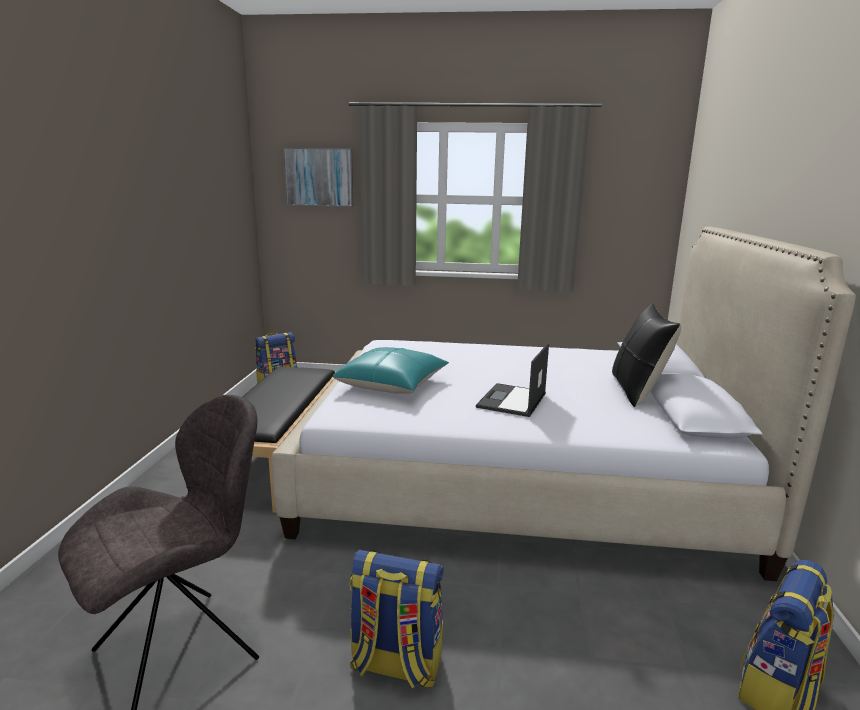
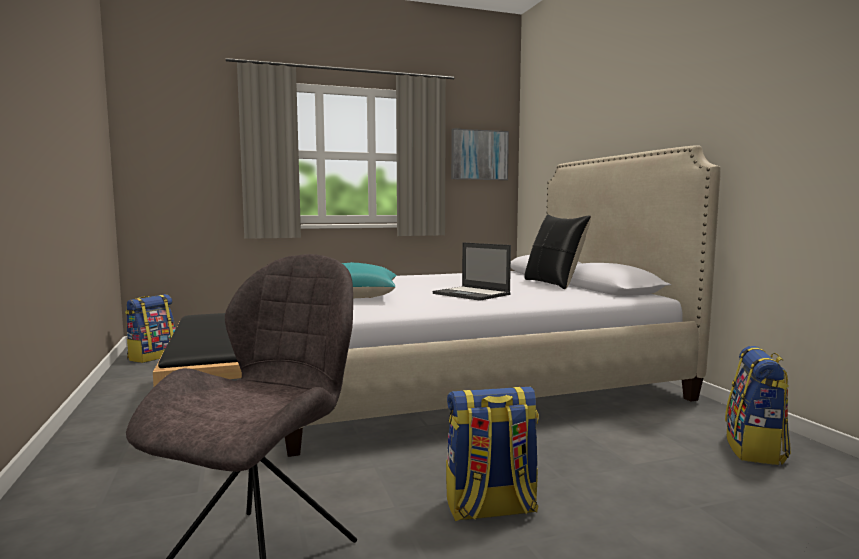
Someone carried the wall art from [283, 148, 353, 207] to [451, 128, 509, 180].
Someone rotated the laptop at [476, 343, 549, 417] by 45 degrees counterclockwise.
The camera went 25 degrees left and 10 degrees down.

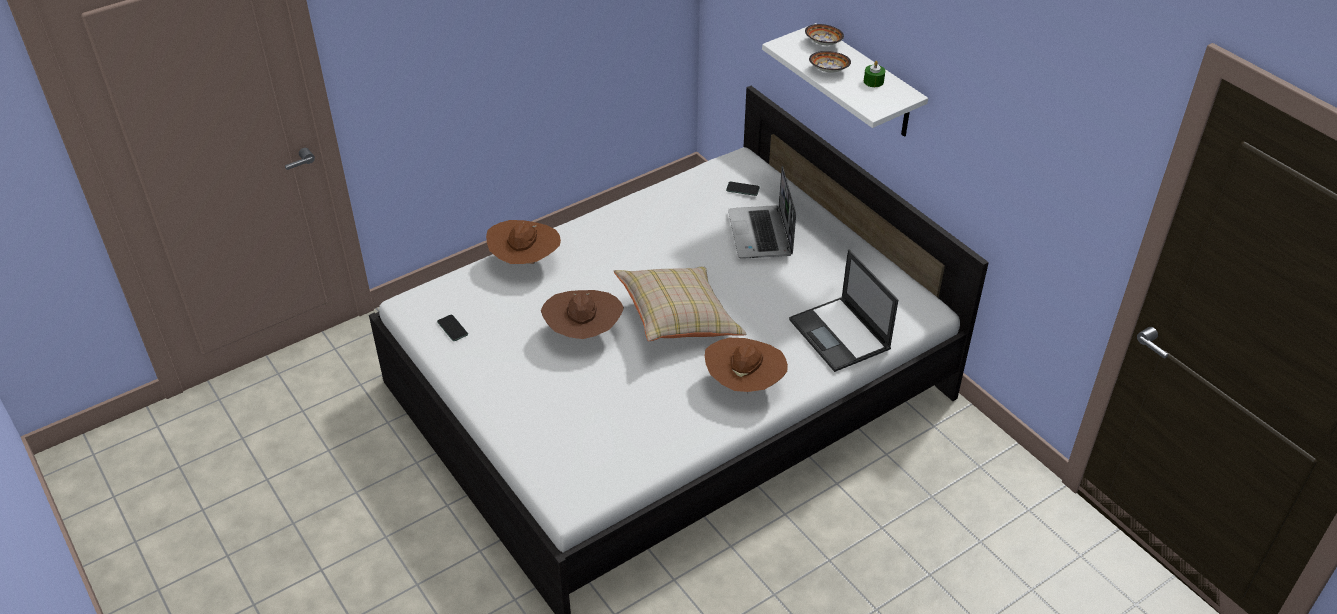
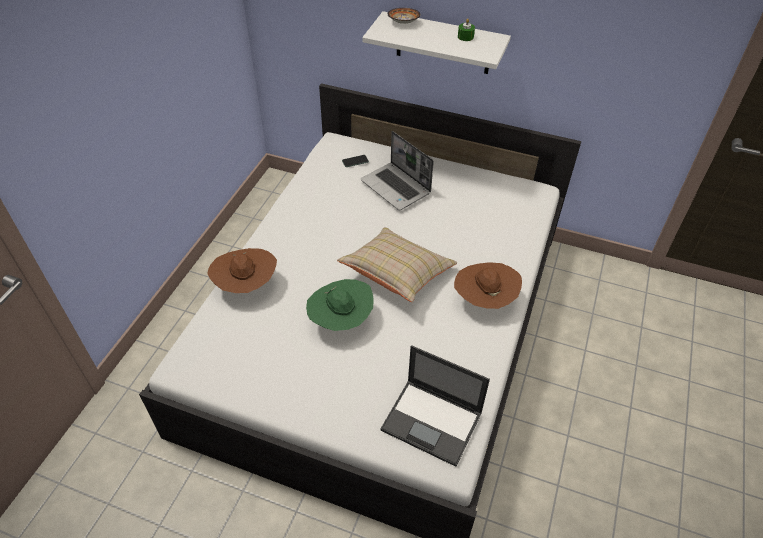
Someone took away the handset at [437, 315, 468, 341].
Someone repainted the brown clothing hat at [541, 290, 624, 339], which became the green-coloured clothing hat at [306, 279, 374, 331].
Someone carried the laptop from [789, 249, 898, 372] to [380, 345, 490, 467].
Someone took away the serving bowl at [809, 51, 851, 73].
The camera went 35 degrees left and 5 degrees up.

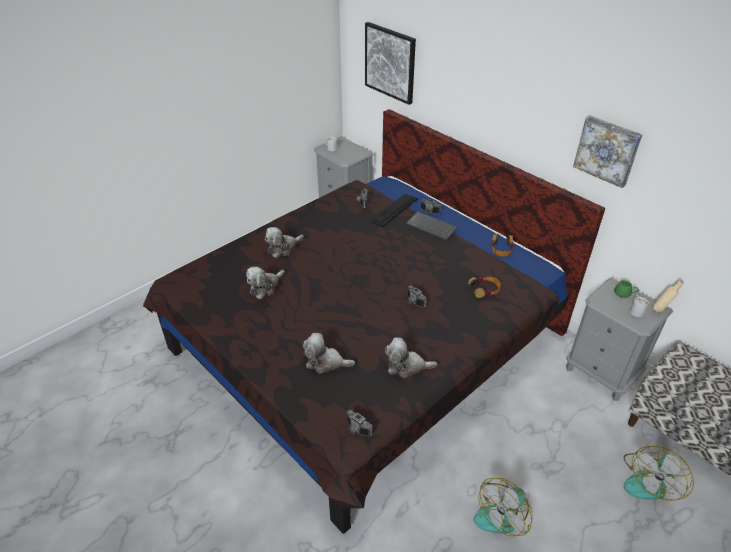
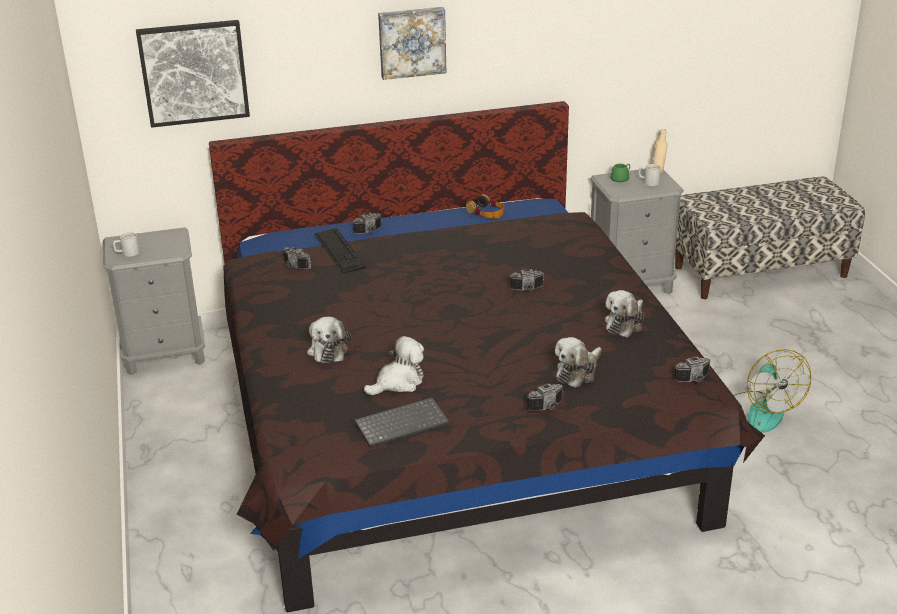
Someone rotated the soft toy at [246, 267, 285, 299] by 105 degrees counterclockwise.
Someone carried the PC keyboard from [406, 211, 458, 241] to [355, 398, 449, 447].
Someone took away the pair of headphones at [468, 277, 501, 298].
Someone carried the wall art from [573, 115, 642, 188] to [378, 7, 446, 80].
Someone took away the electric fan at [624, 446, 694, 501].
Someone put down the photo camera at [527, 383, 563, 411].
The camera went 60 degrees left and 10 degrees down.

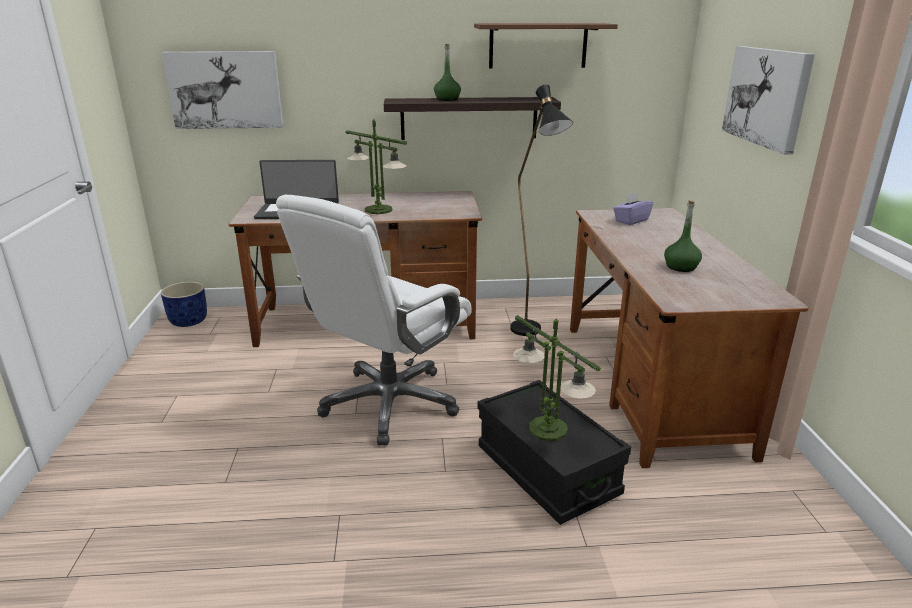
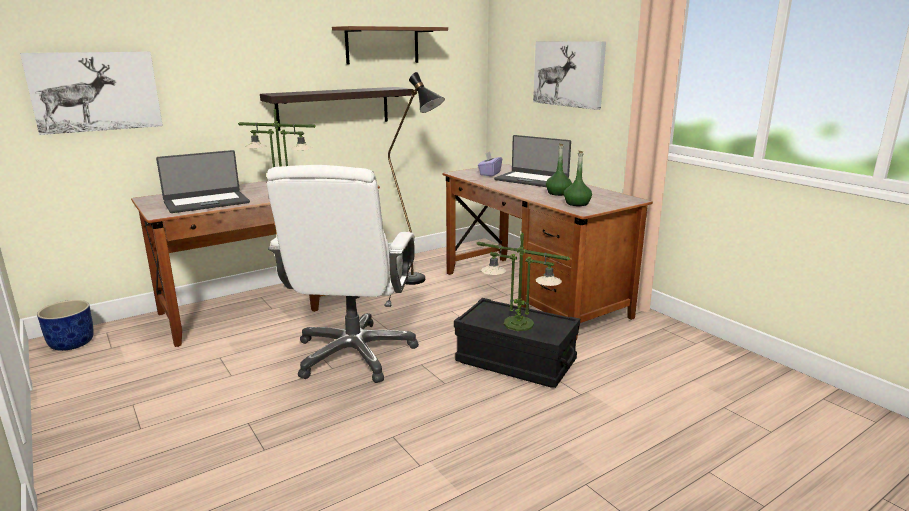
Someone carried the green-coloured bottle from [434, 44, 461, 101] to [564, 151, 592, 206].
Someone put down the laptop at [494, 135, 571, 187].
The camera went 30 degrees left and 5 degrees down.

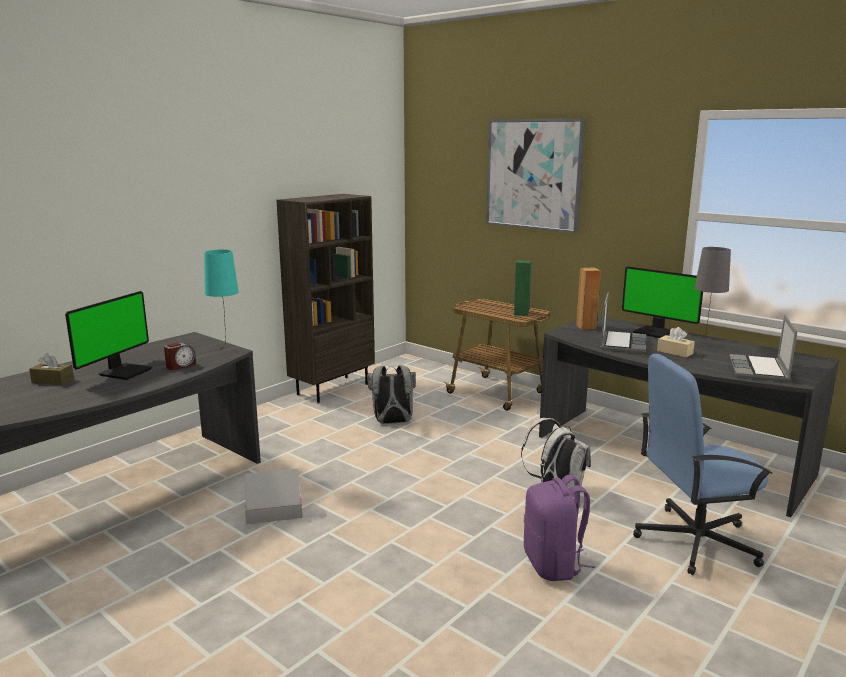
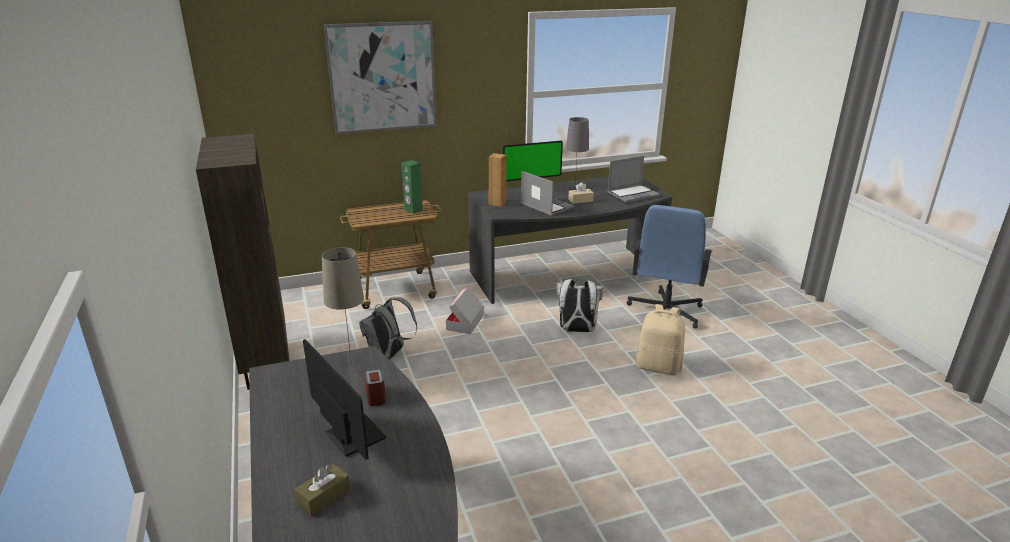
Someone repainted the turquoise tabletop lamp at [204, 250, 239, 351], which became the beige-coloured tabletop lamp at [322, 247, 364, 358].
Someone carried the packing box from [245, 469, 302, 524] to [446, 287, 484, 334].
Someone repainted the purplish rucksack at [524, 475, 595, 581], which became the beige-coloured rucksack at [636, 304, 685, 376].
Someone rotated the laptop at [730, 315, 797, 382] by 75 degrees counterclockwise.
The camera went 60 degrees left and 10 degrees up.

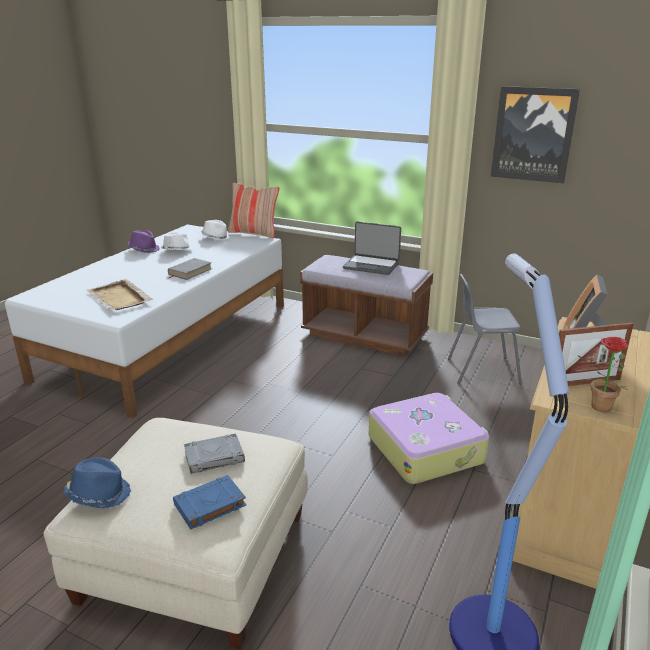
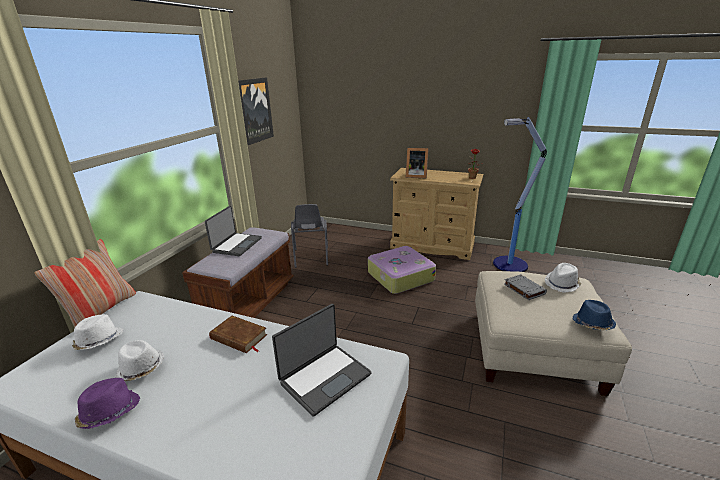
Someone swapped the beige-coloured carrying tray at [86, 279, 153, 311] for the laptop at [272, 304, 372, 417].
Someone repainted the gray bound book at [168, 258, 212, 280], which became the brown bound book at [209, 316, 268, 353].
Someone swapped the blue-coloured bound book at [173, 475, 246, 530] for the white-coloured clothing hat at [544, 263, 581, 293].
Someone took away the picture frame at [559, 322, 634, 386].
The camera went 95 degrees left and 0 degrees up.

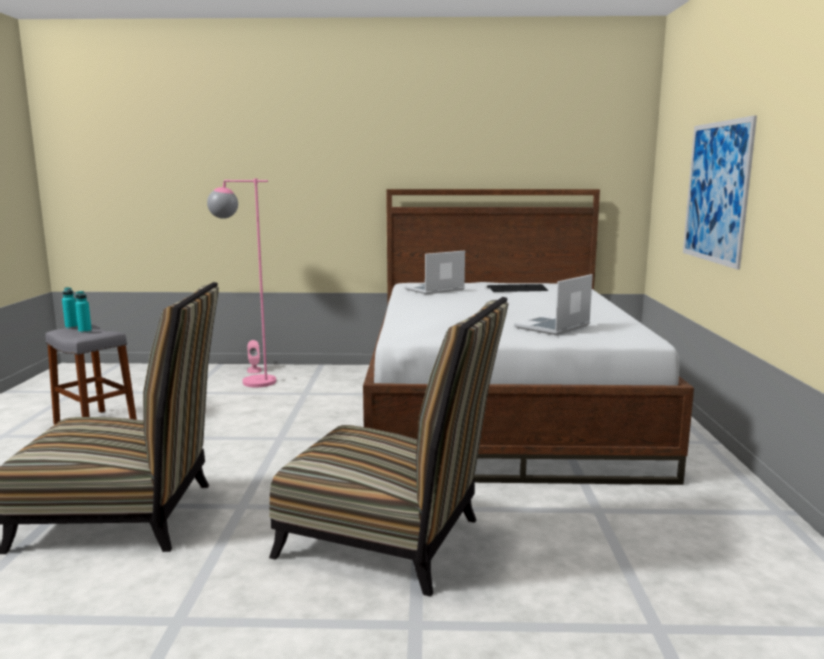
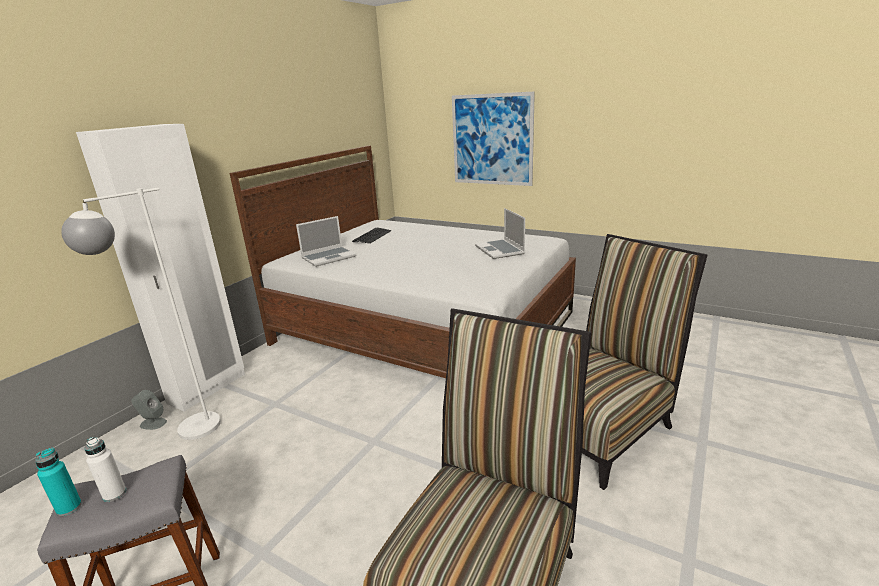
Someone repainted the turquoise bottle at [75, 291, 92, 333], which became the white-coloured bottle at [84, 437, 126, 502].
Someone repainted the pink-coloured standard lamp at [207, 179, 276, 387], which became the white-coloured standard lamp at [61, 188, 221, 440].
Someone repainted the pink-coloured loudspeaker at [247, 340, 262, 373], which became the gray loudspeaker at [131, 390, 167, 430].
Someone rotated the laptop at [404, 251, 465, 294] by 120 degrees counterclockwise.
Someone put down the white-coloured armoire at [76, 124, 245, 412].
The camera went 60 degrees left and 10 degrees up.

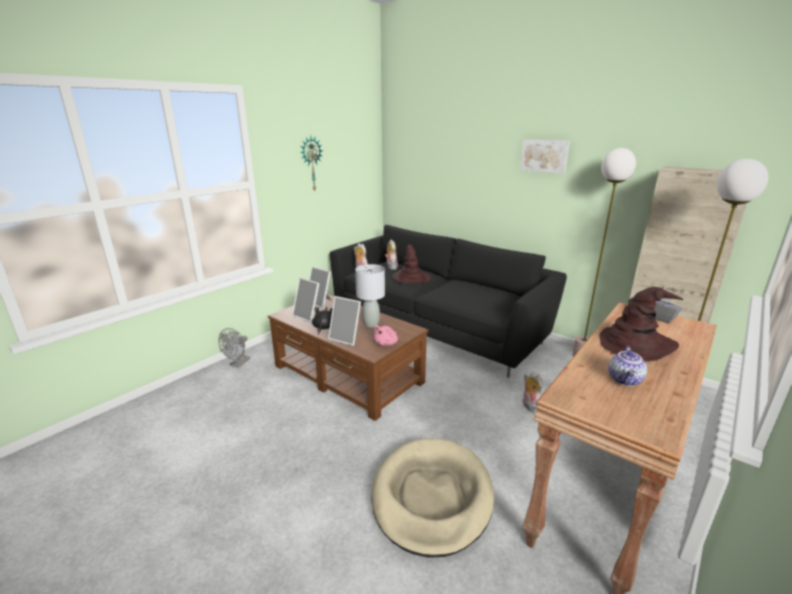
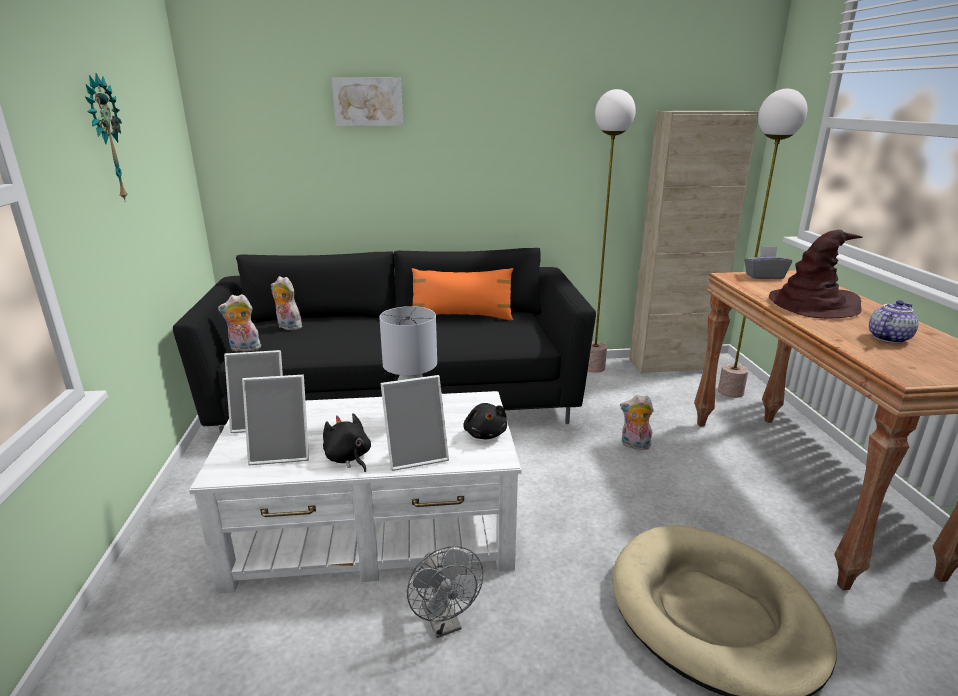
Someone carried the gray electric fan from [218, 328, 250, 368] to [407, 546, 483, 638].
Someone repainted the brown lounge table at [268, 294, 429, 421], which became the white-coloured lounge table at [189, 391, 522, 594].
Someone repainted the pink-coloured soft toy at [373, 325, 398, 346], which became the blackish soft toy at [463, 403, 507, 439].
Someone took away the brown clothing hat at [392, 245, 431, 284].
Someone carried the wall art from [520, 139, 570, 174] to [332, 77, 403, 126].
Someone rotated the teapot at [608, 346, 647, 386] by 105 degrees counterclockwise.
Someone put down the orange-coloured pillow at [412, 268, 513, 320].
The camera went 45 degrees left and 0 degrees up.

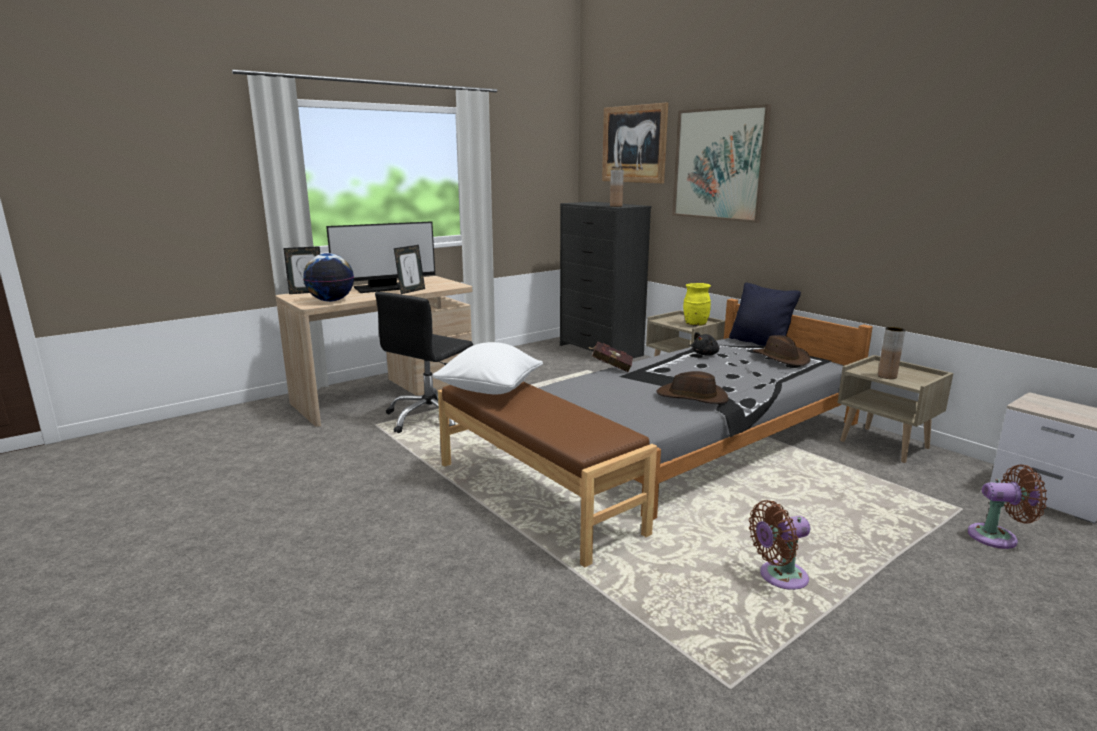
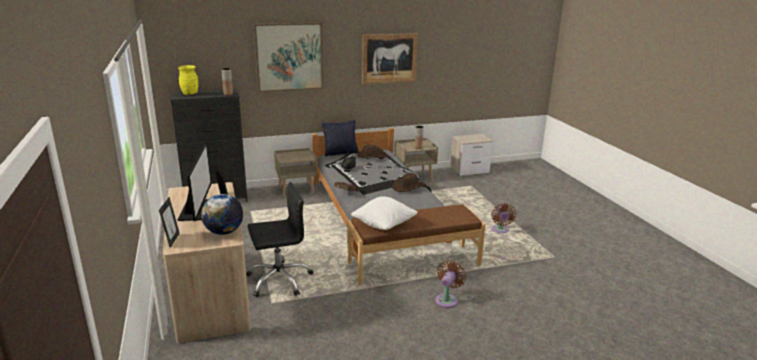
Someone rotated the blackish office chair at [375, 292, 473, 433] by 75 degrees counterclockwise.
Someone carried the wall art from [602, 103, 668, 183] to [362, 33, 418, 84].
Someone carried the yellowish decorative vase from [683, 283, 711, 326] to [178, 65, 198, 95].
Someone carried the brown electric fan from [968, 465, 1047, 549] to [435, 260, 466, 308].
The camera went 70 degrees left and 5 degrees up.

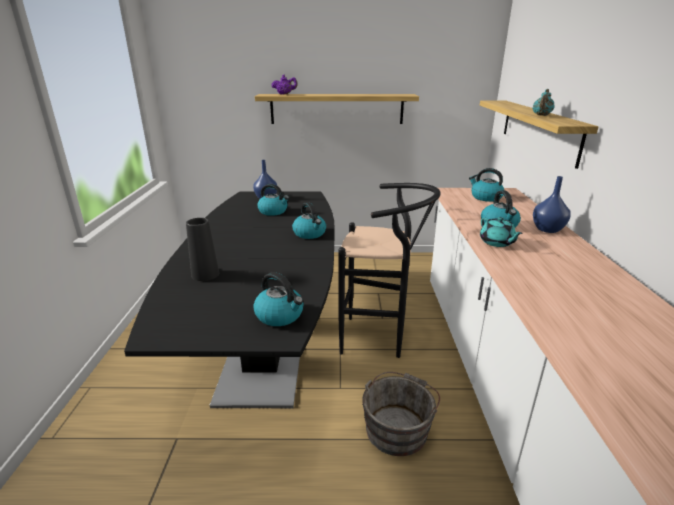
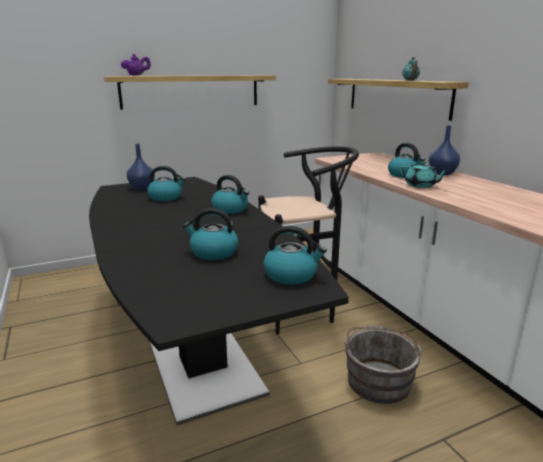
Someone took away the blackish decorative vase at [186, 218, 219, 281].
Someone carried the kettle from [469, 168, 504, 202] to [183, 208, 238, 260].
The camera went 25 degrees left and 5 degrees down.

